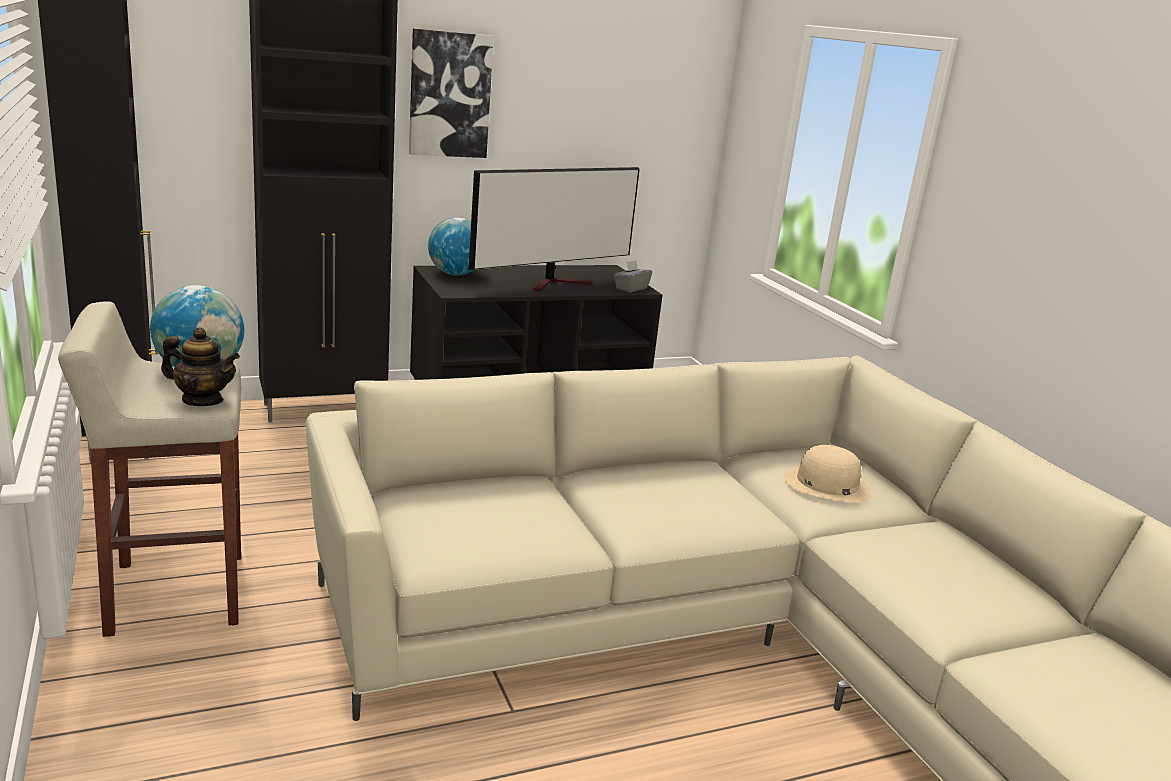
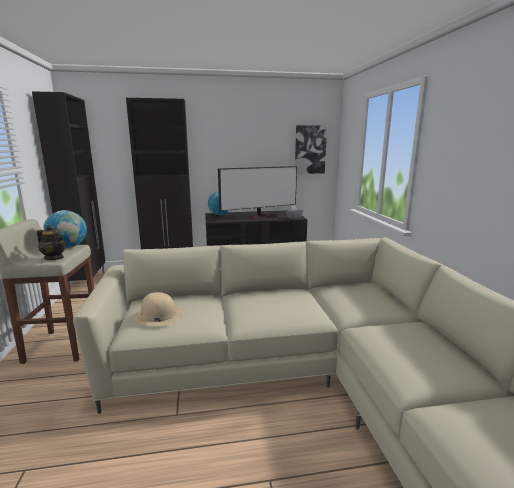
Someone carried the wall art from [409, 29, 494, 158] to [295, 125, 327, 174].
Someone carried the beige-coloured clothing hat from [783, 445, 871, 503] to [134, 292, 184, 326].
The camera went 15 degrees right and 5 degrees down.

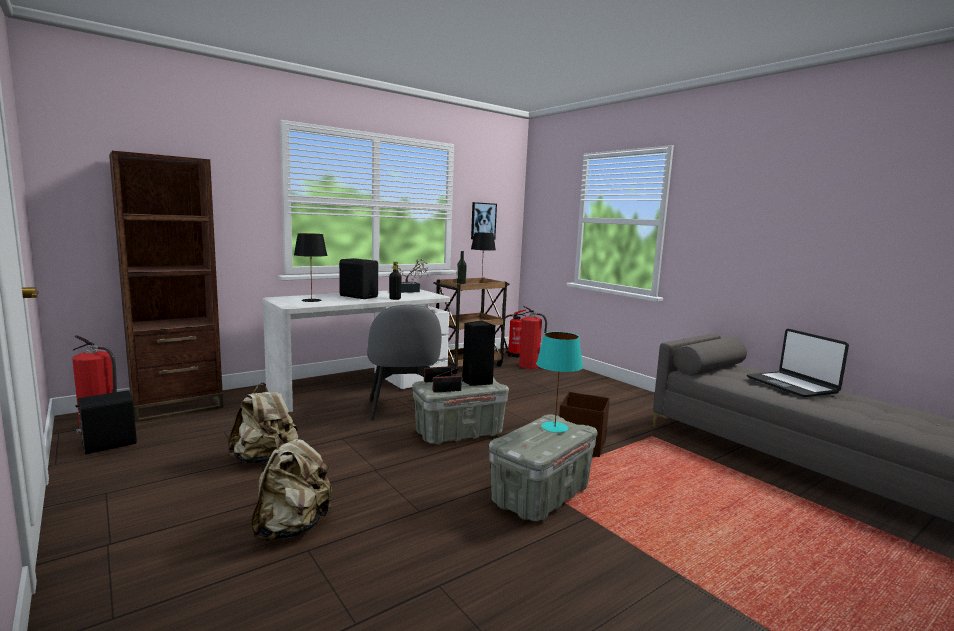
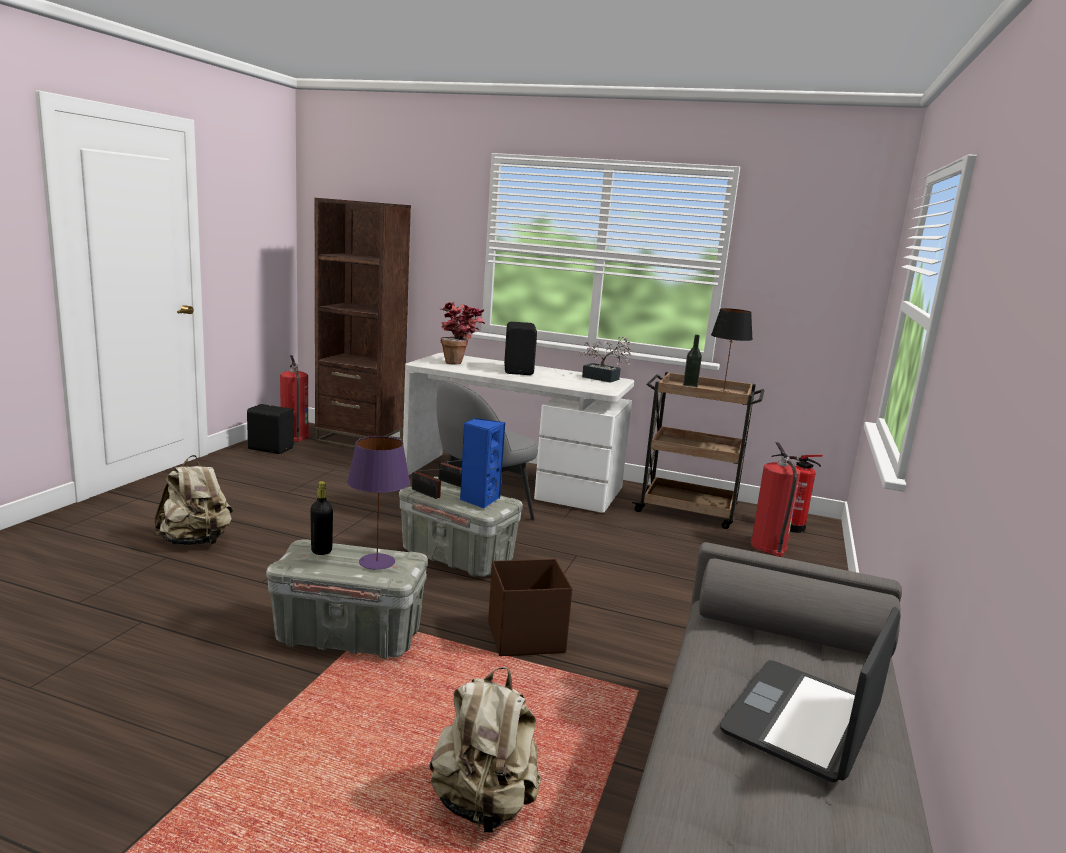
Someone carried the beige-coloured rucksack from [227, 382, 298, 463] to [430, 667, 541, 833].
Someone swapped the blackish tabletop lamp at [294, 233, 328, 302] for the potted plant at [441, 301, 485, 364].
Someone carried the blackish bottle from [389, 262, 402, 300] to [310, 481, 333, 555].
Someone repainted the blackish loudspeaker at [462, 320, 495, 386], which became the blue-coloured loudspeaker at [460, 418, 505, 509].
Someone took away the wall art at [471, 202, 497, 240].
Someone repainted the turquoise tabletop lamp at [536, 332, 583, 433], which became the purplish tabletop lamp at [347, 436, 410, 570].
The camera went 55 degrees right and 5 degrees up.

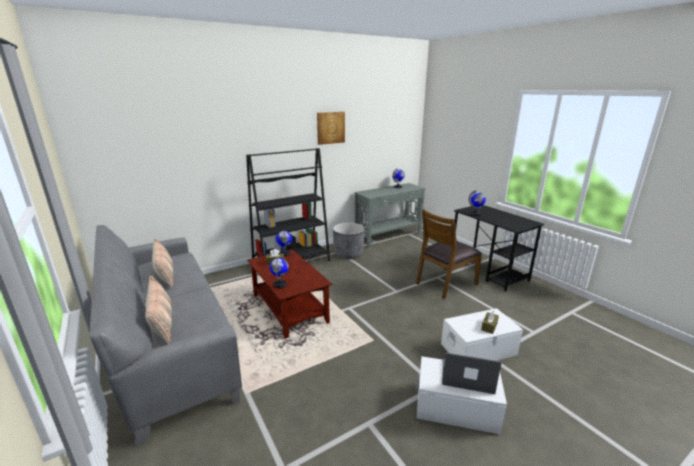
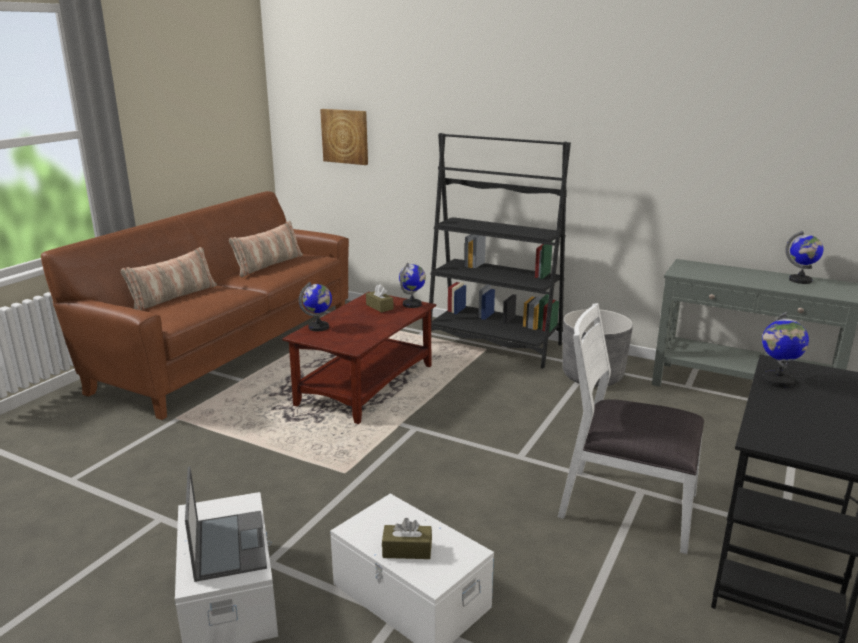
Someone repainted the gray settee at [90, 225, 242, 447], which became the brown settee at [41, 191, 349, 420].
Someone carried the wall art from [317, 112, 345, 145] to [320, 109, 368, 165].
Someone repainted the brown plain chair at [416, 209, 482, 299], which became the white-coloured plain chair at [558, 303, 704, 554].
The camera went 60 degrees right and 0 degrees up.

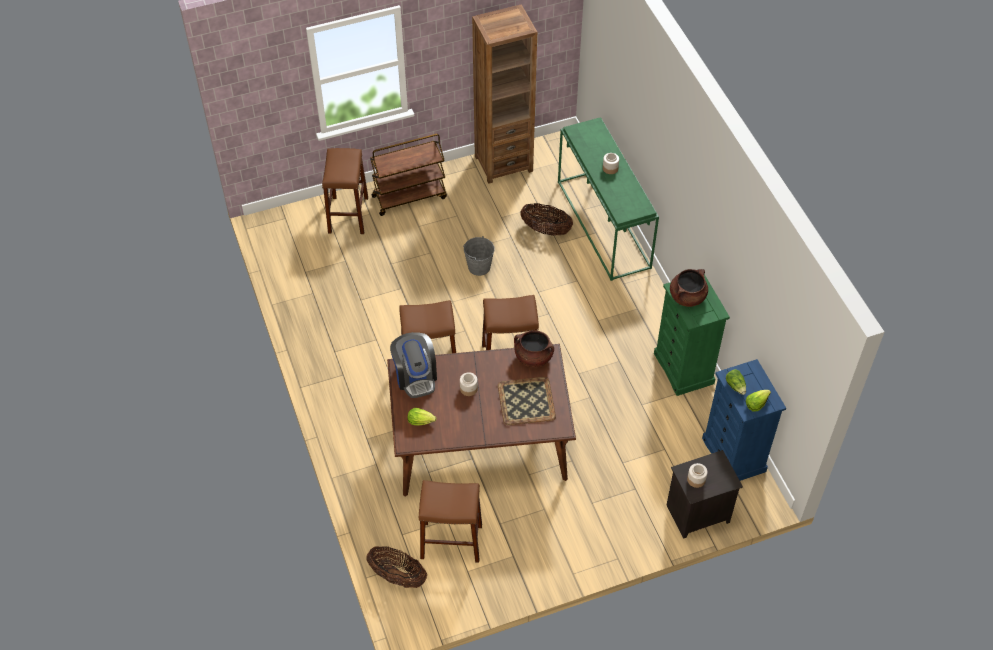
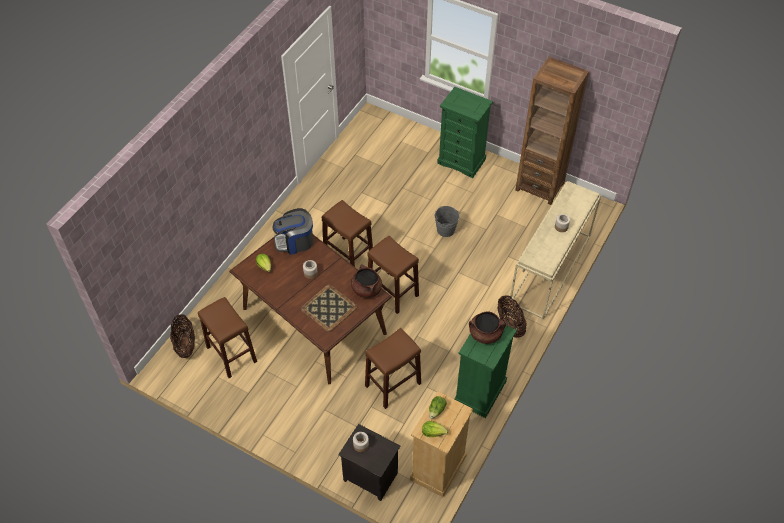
Someone carried the brown stool seat from [322, 148, 368, 234] to [365, 328, 421, 409].
Someone swapped the brown trolley at [370, 134, 447, 216] for the green-coloured drawer chest at [437, 87, 493, 178].
Someone rotated the coffee brewer at [390, 332, 437, 398] by 45 degrees clockwise.
Someone carried the household basket from [520, 203, 573, 236] to [497, 295, 527, 338].
Someone repainted the green-coloured console table at [558, 117, 659, 281], which became the beige-coloured console table at [510, 181, 601, 319].
Someone repainted the blue-coloured drawer chest at [702, 359, 786, 481], which became the beige-coloured drawer chest at [410, 391, 473, 497].
The camera went 50 degrees right and 0 degrees up.

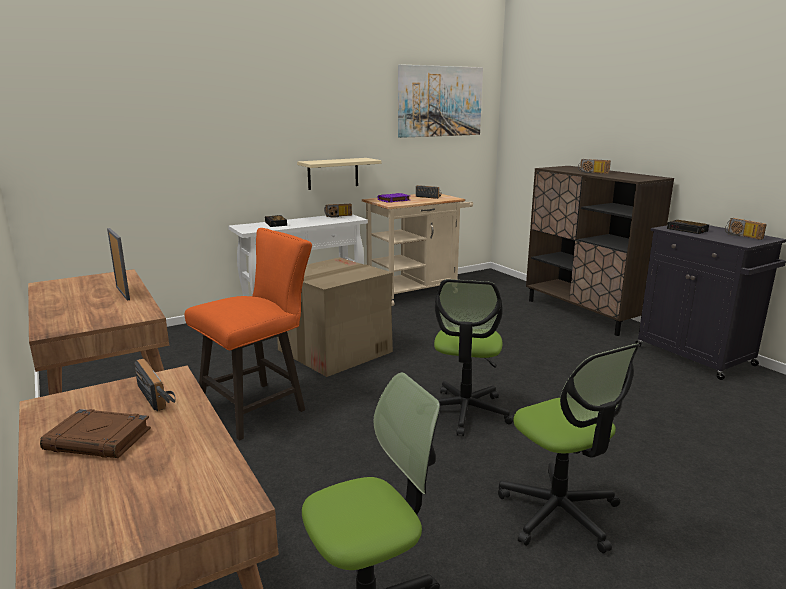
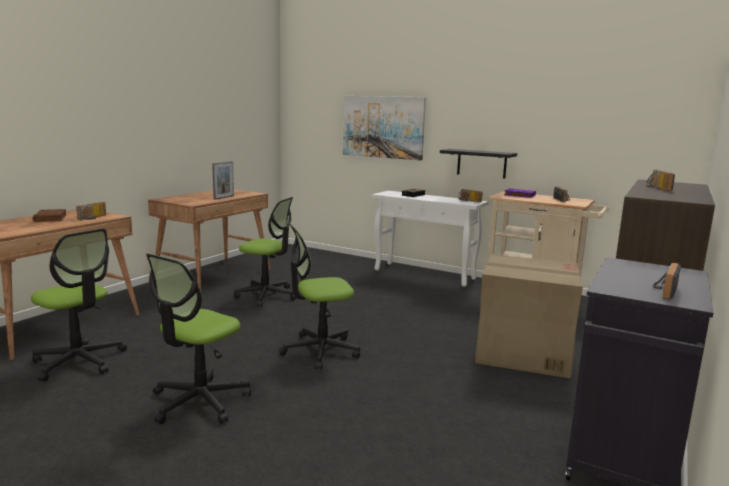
Someone swapped the orange-coloured stool seat at [185, 228, 312, 441] for the office chair at [234, 197, 296, 306].
Someone carried the packing box from [277, 257, 393, 377] to [475, 254, 583, 378].
Someone repainted the beige-coloured wall shelf at [297, 158, 382, 190], which became the blackish wall shelf at [440, 149, 517, 179].
Someone carried the wall art from [398, 64, 483, 138] to [343, 96, 426, 161].
Someone took away the alarm clock at [667, 220, 709, 234].
The camera went 60 degrees right and 5 degrees down.

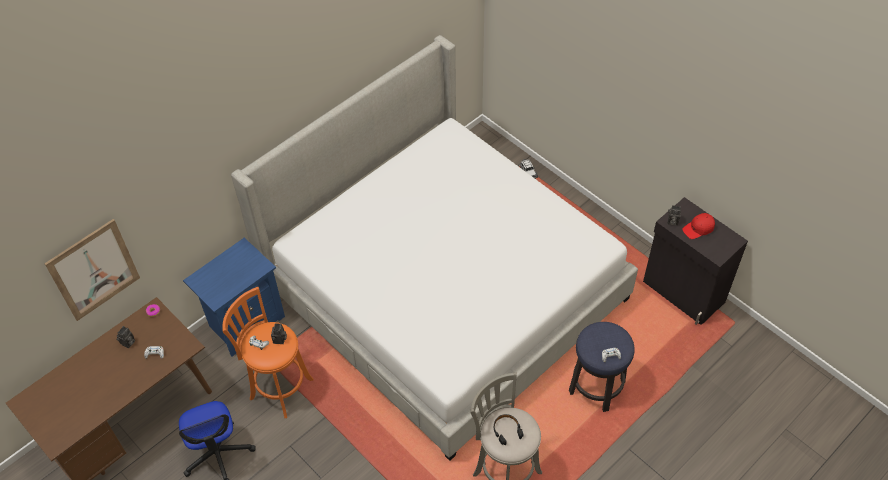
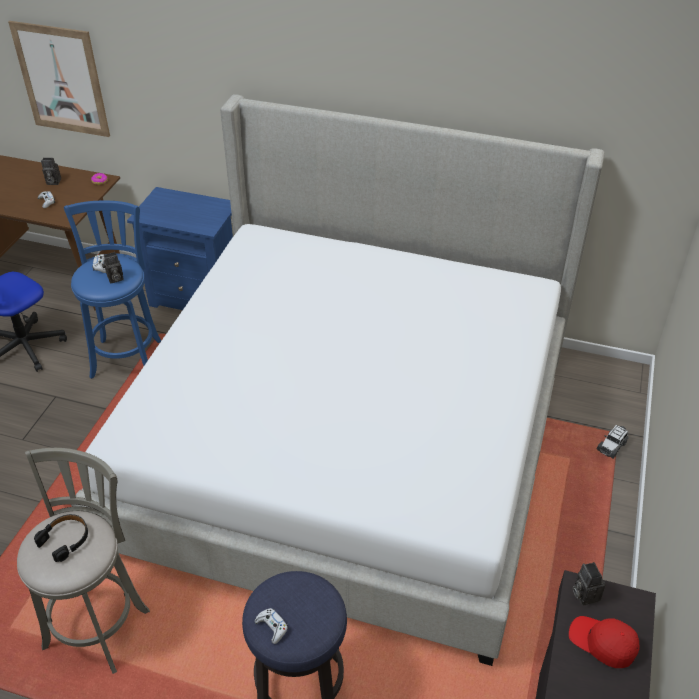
Someone repainted the orange-coloured stool seat at [222, 287, 314, 418], which became the blue-coloured stool seat at [64, 201, 162, 379].
The camera went 60 degrees right and 10 degrees down.

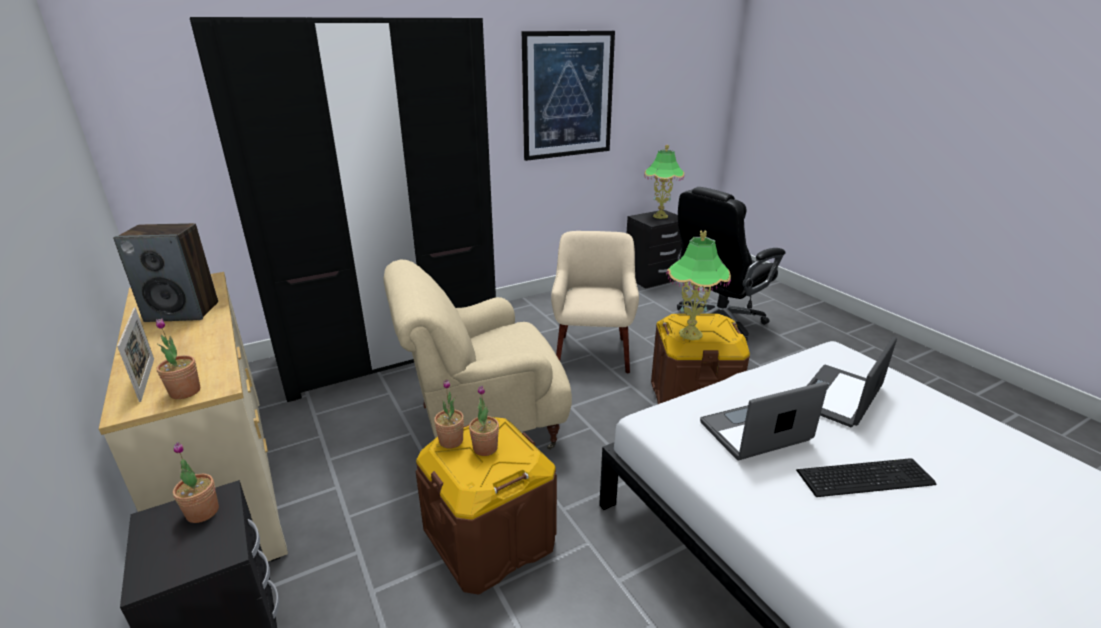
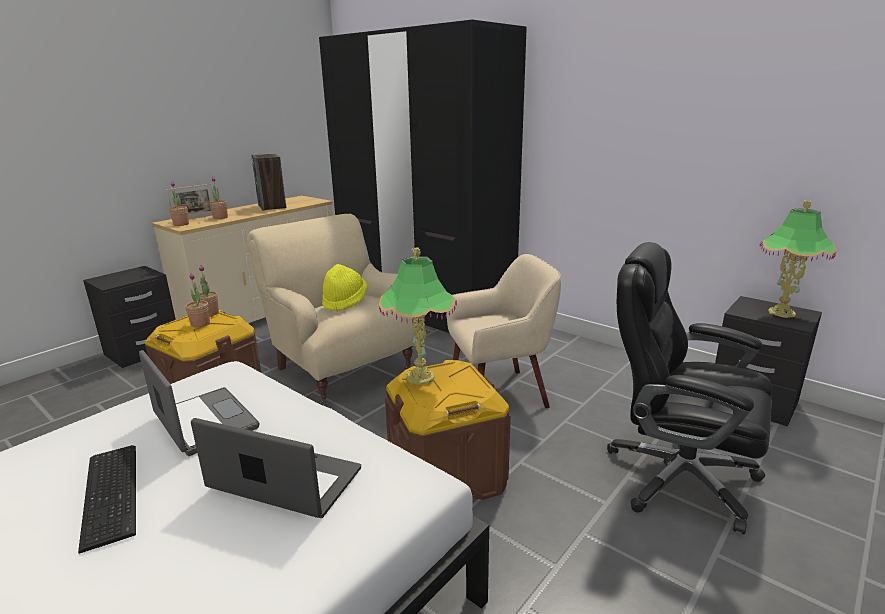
Someone carried the potted plant from [173, 442, 219, 523] to [209, 177, 228, 219].
Someone took away the wall art at [522, 31, 615, 161].
Someone put down the yellowish clothing hat at [322, 264, 368, 311].
The camera went 70 degrees right and 5 degrees down.

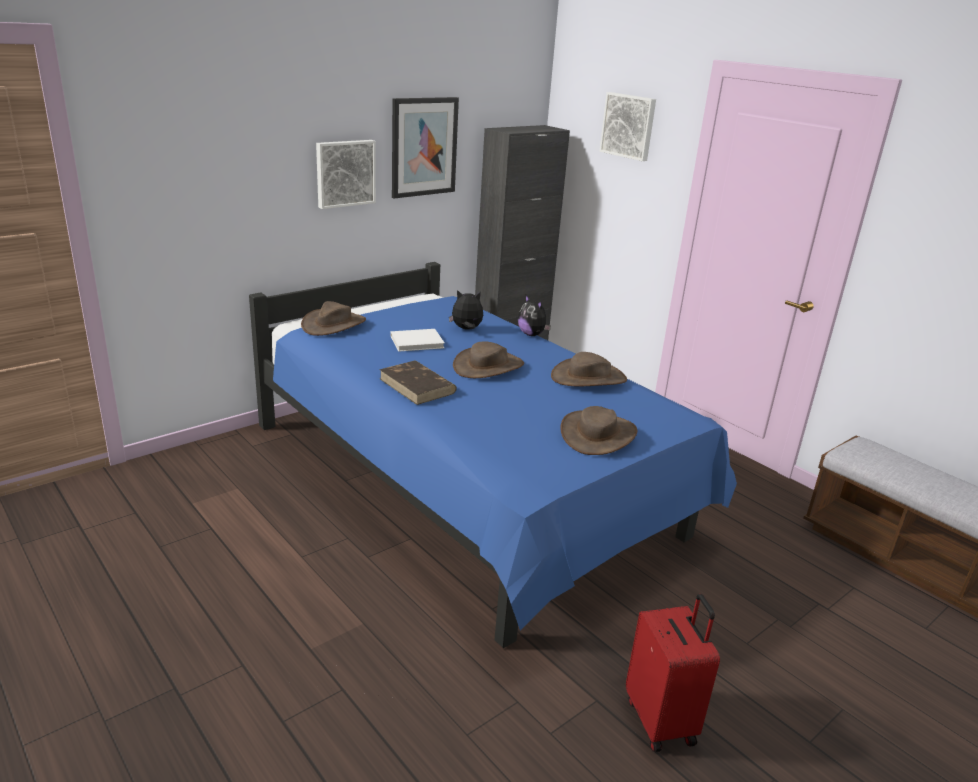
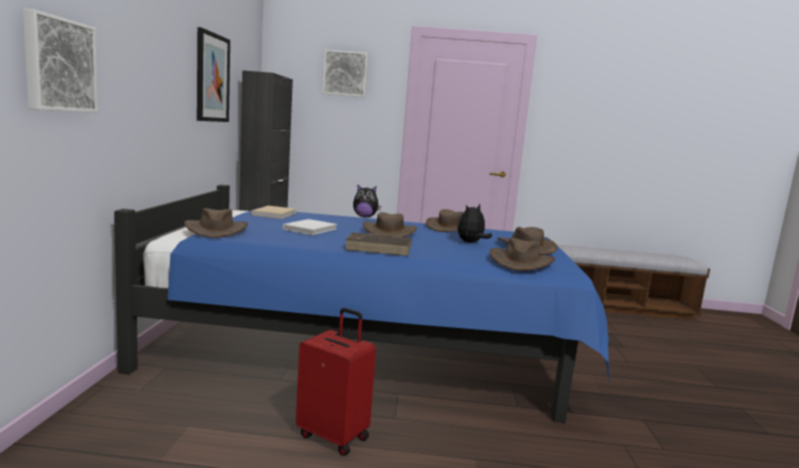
Someone carried the wall art from [316, 140, 376, 209] to [23, 8, 98, 113].
Someone carried the soft toy from [449, 290, 483, 330] to [457, 204, 492, 243].
Someone carried the reddish travel case from [626, 594, 720, 752] to [296, 308, 376, 456].
Someone put down the beige-coloured bound book at [251, 206, 296, 219].
Someone put down the brown clothing hat at [490, 238, 555, 271].
The camera went 45 degrees left and 15 degrees down.

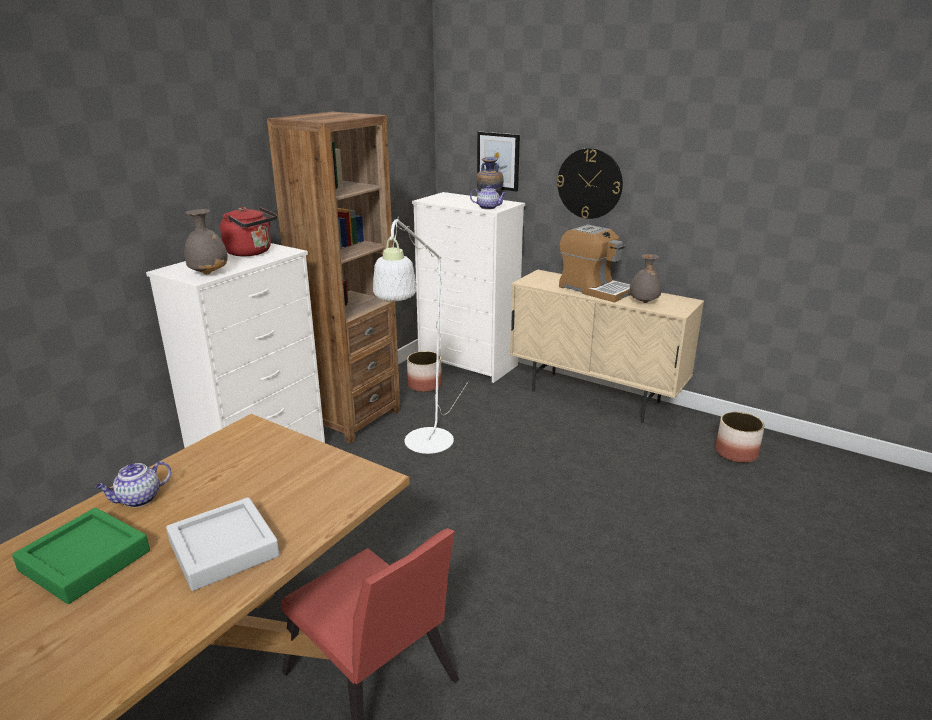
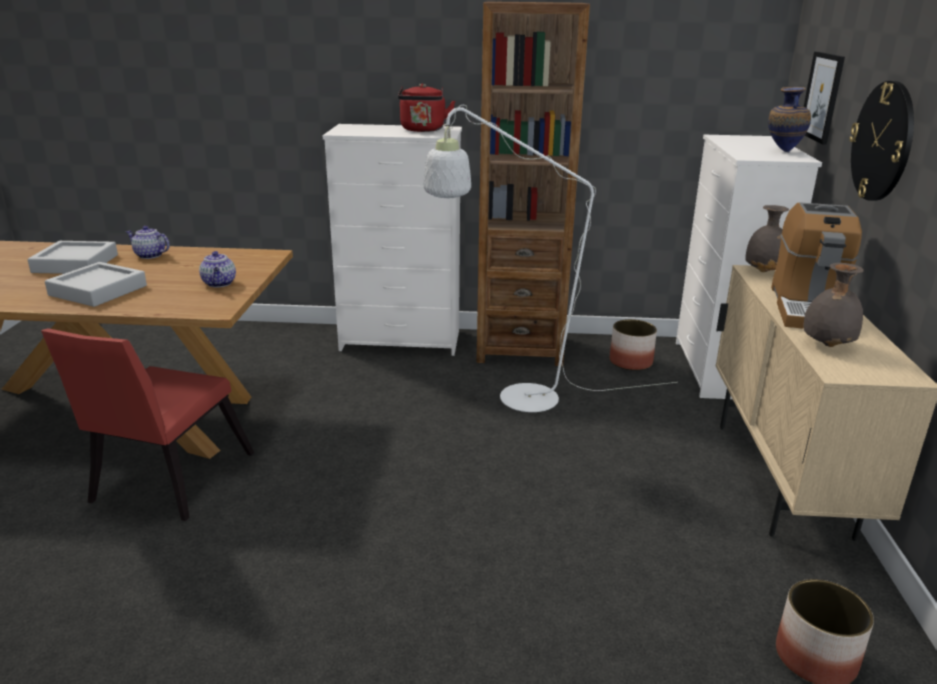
Someone repainted the green-coloured carrying tray at [12, 508, 150, 604], which became the gray carrying tray at [27, 241, 118, 274].
Someone carried the gray decorative vase from [184, 209, 228, 274] to [745, 205, 789, 272].
Someone carried the teapot from [470, 185, 507, 210] to [199, 251, 236, 287].
The camera went 60 degrees right and 0 degrees up.

